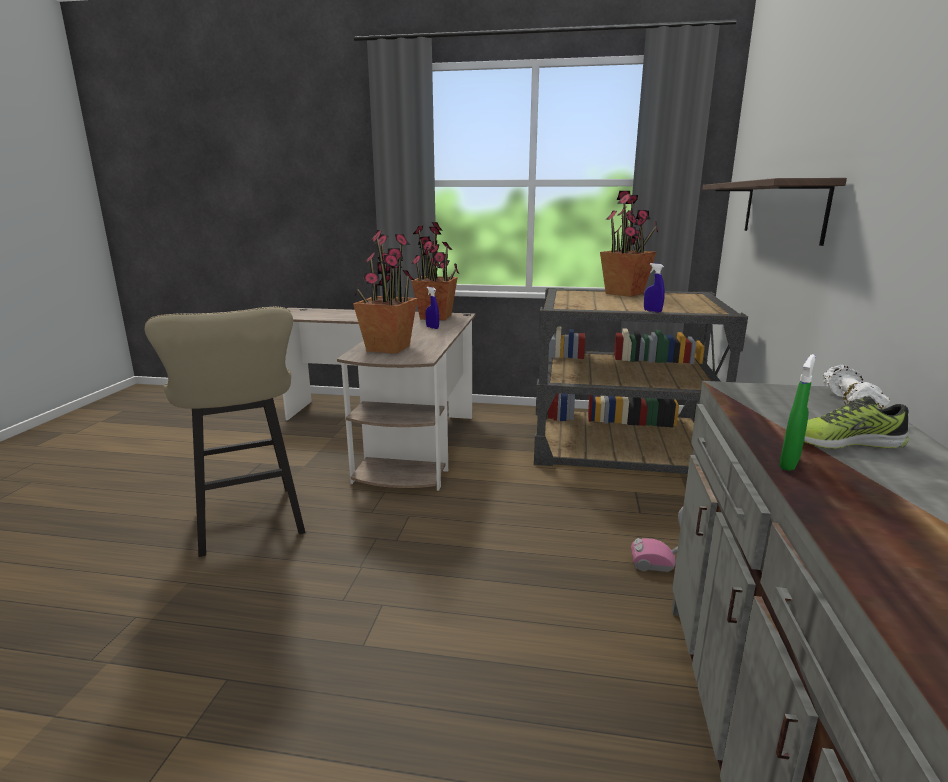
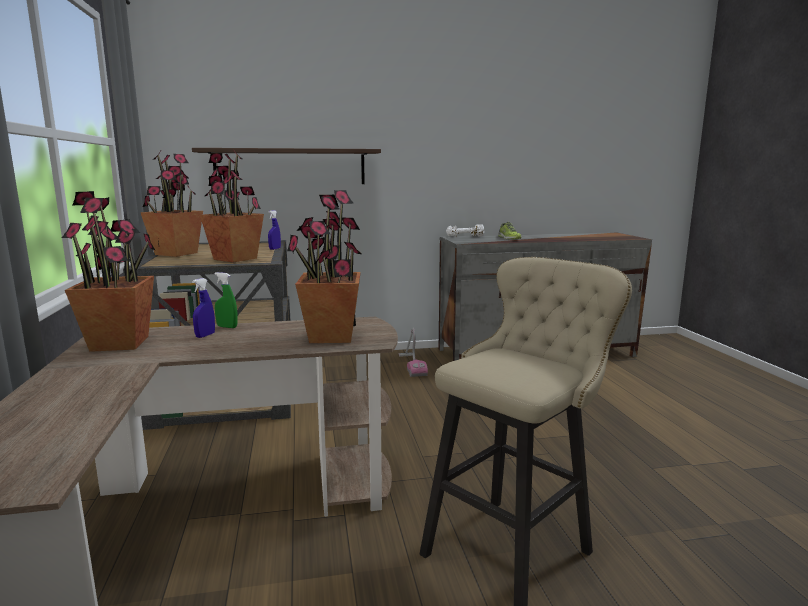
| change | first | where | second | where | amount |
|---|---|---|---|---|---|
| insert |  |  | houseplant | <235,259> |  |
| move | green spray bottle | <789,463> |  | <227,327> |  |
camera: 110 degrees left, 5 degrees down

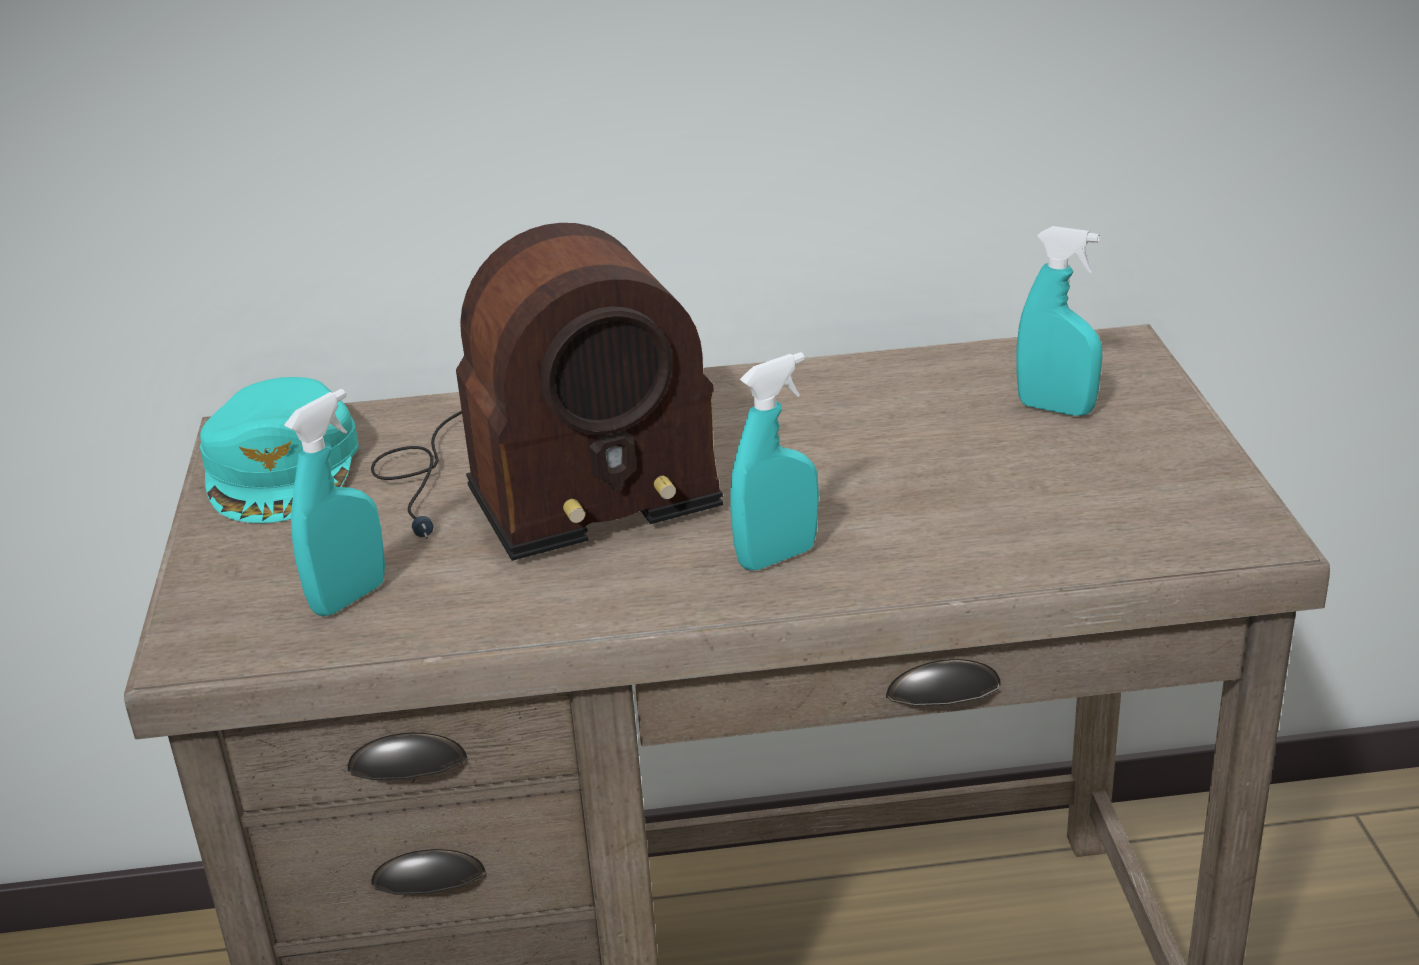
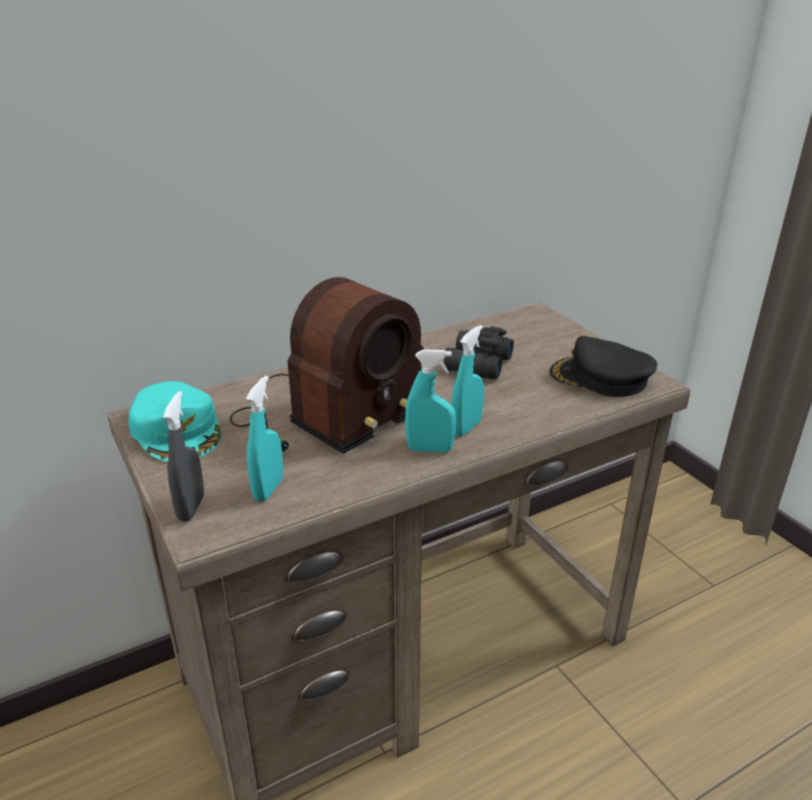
| change | first | where | second | where | amount |
|---|---|---|---|---|---|
| insert |  |  | gray spray bottle | <191,508> |  |
| insert |  |  | blackish pair of binoculars | <475,364> |  |
| insert |  |  | blackish cap | <600,378> |  |
| move | turquoise-coloured spray bottle | <1055,408> |  | <430,449> |  |
camera: 25 degrees left, 0 degrees up

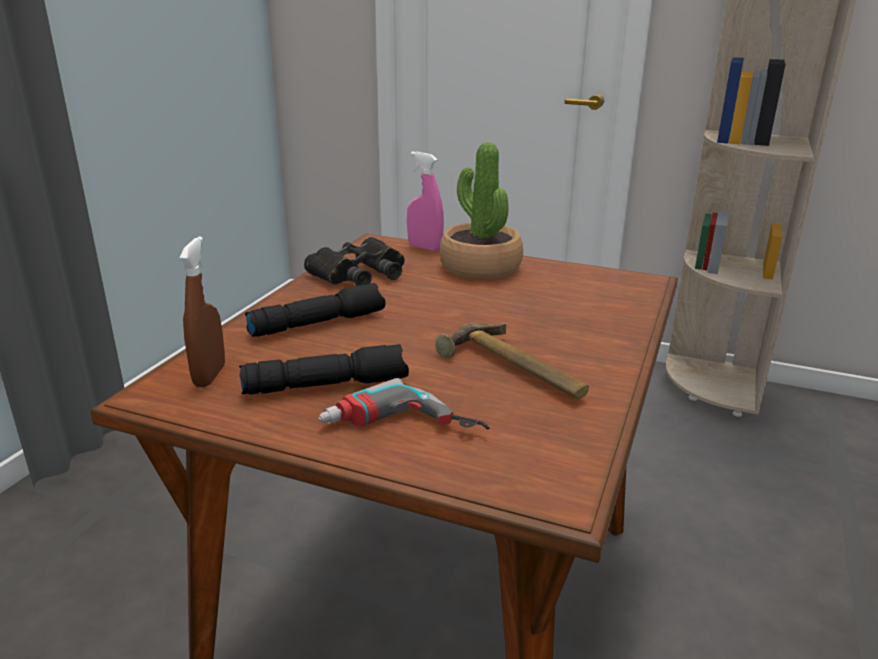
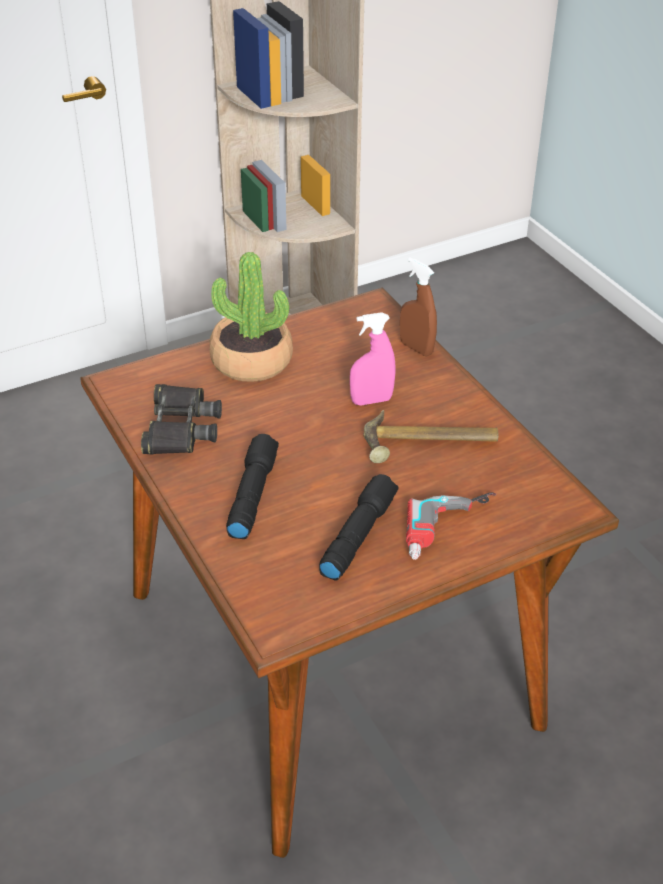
| change | first | where | second | where | amount |
|---|---|---|---|---|---|
| move | brown-coloured spray bottle | <209,375> |  | <416,348> |  |
| move | pink-coloured spray bottle | <424,247> |  | <371,401> |  |
camera: 50 degrees left, 15 degrees up

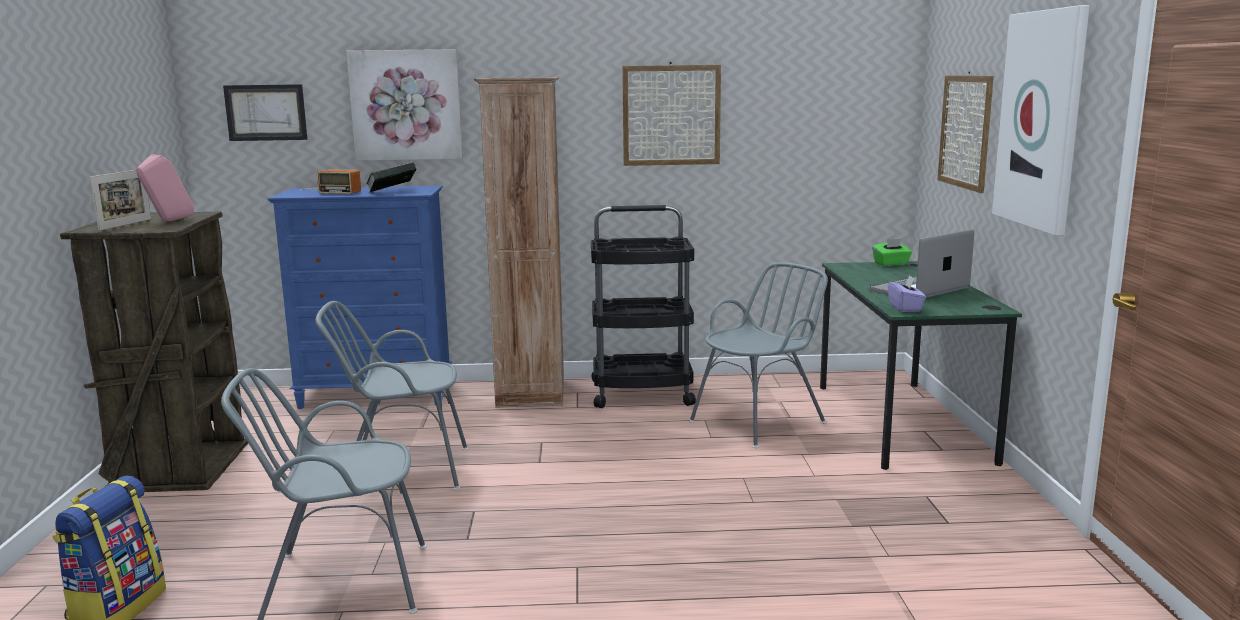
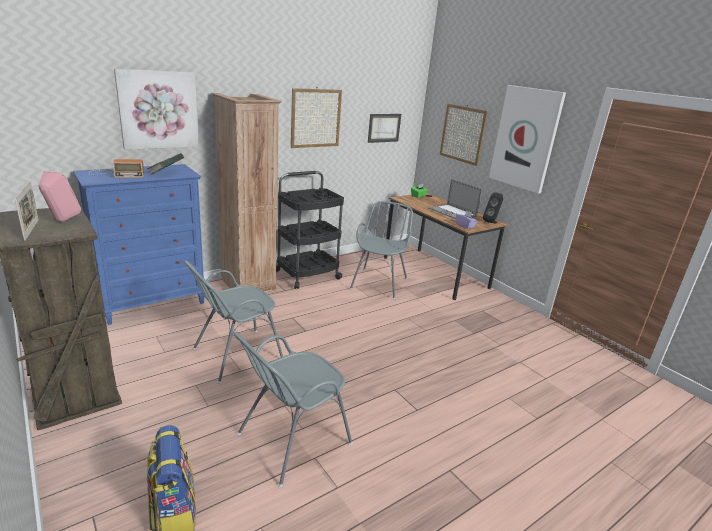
| change | first | where | second | where | amount |
|---|---|---|---|---|---|
| insert |  |  | blackish loudspeaker | <491,221> |  |
| move | wall art | <266,112> |  | <384,128> |  |
| recolor | green desk | <901,422> | brown-coloured desk | <434,272> |  |
| rotate | portable computer | <919,289> |  | <452,212> | 60 degrees counterclockwise |
camera: 35 degrees left, 10 degrees up

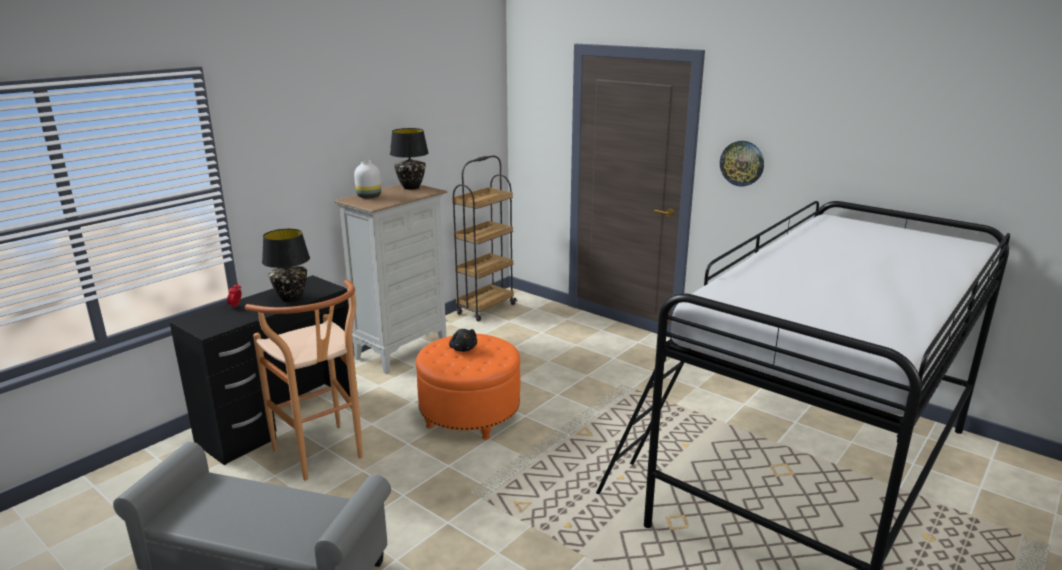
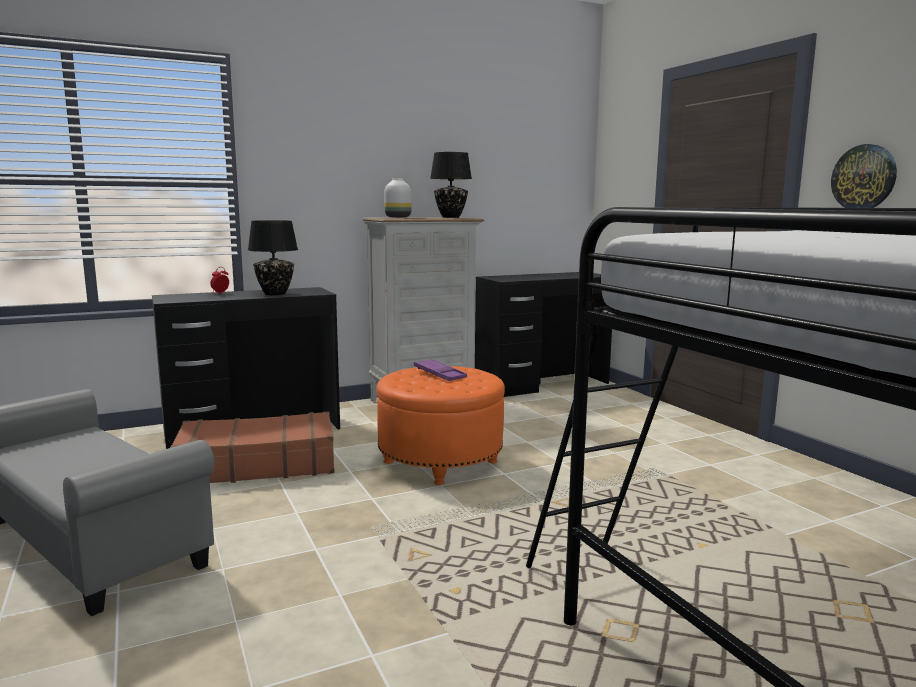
| change | first | where | second | where | amount |
|---|---|---|---|---|---|
| replace | brown-coloured stool | <323,457> | brown-coloured piece of luggage | <257,465> |  |
| replace | blackish cuddly toy | <463,349> | purple tray | <439,374> |  |
| replace | brown-coloured cart | <485,309> | blackish desk | <542,384> |  |
camera: 25 degrees right, 10 degrees down

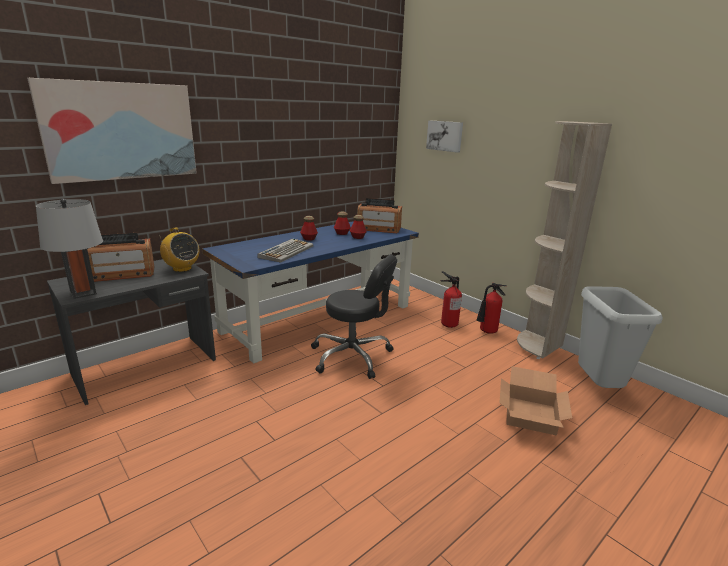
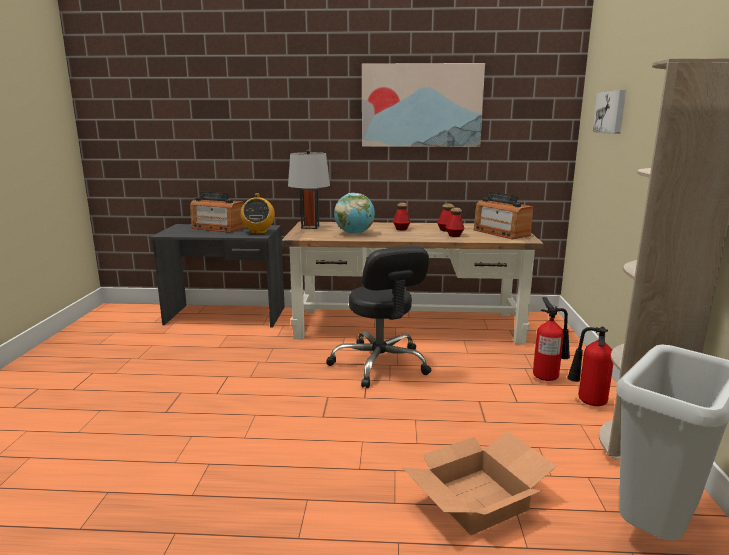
| change | first | where | second | where | amount |
|---|---|---|---|---|---|
| move | wall art | <121,131> |  | <421,105> |  |
| move | gray tabletop lamp | <83,293> |  | <310,227> |  |
| replace | keyboard | <286,251> | globe | <354,233> |  |
| recolor | blue desk | <320,318> | brown-coloured desk | <408,325> |  |
camera: 45 degrees right, 5 degrees down

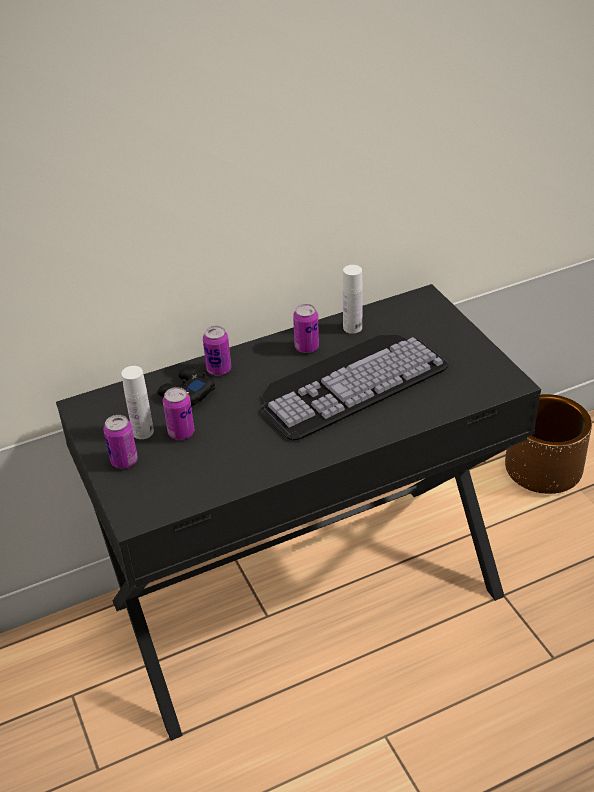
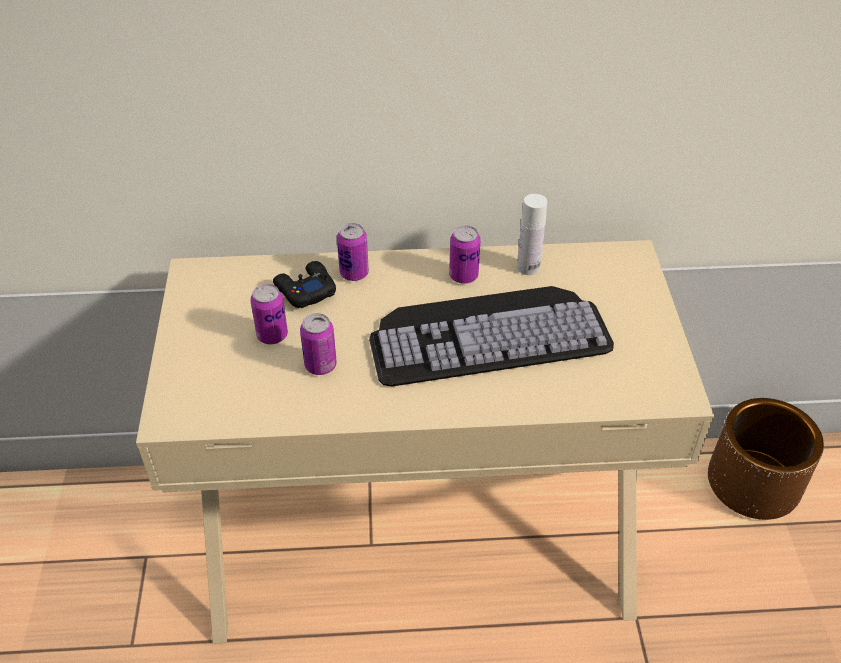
| change | first | where | second | where | amount |
|---|---|---|---|---|---|
| delete | white-coloured beverage bottle | <143,432> |  |  |  |
| move | sealed can | <124,461> |  | <320,365> |  |
| recolor | blackish desk | <306,596> | sand-coloured desk | <420,538> |  |
camera: 20 degrees right, 5 degrees up

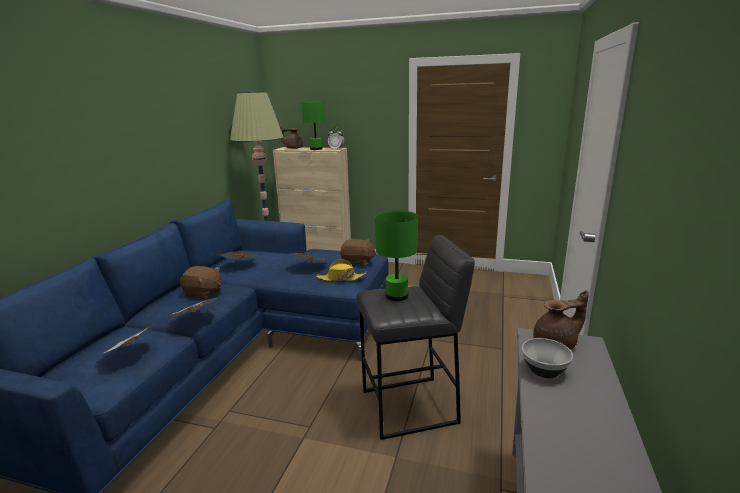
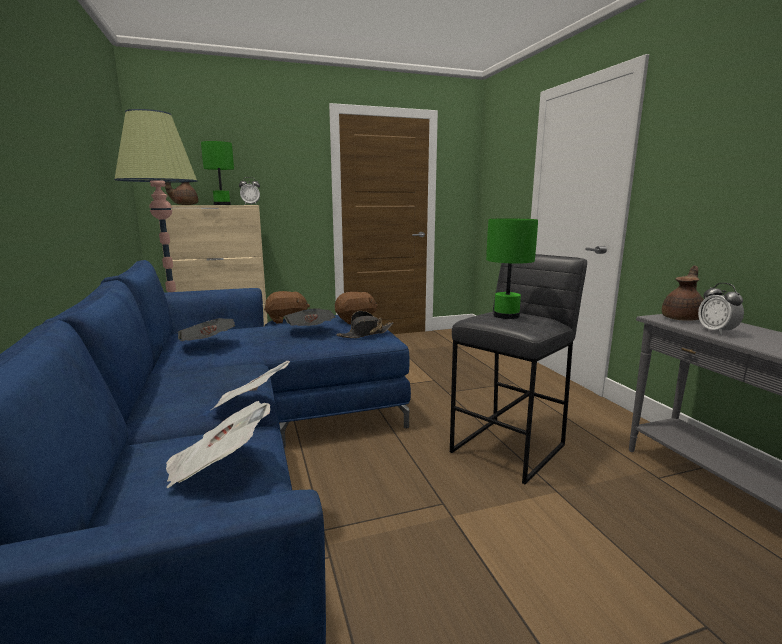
| change | first | where | second | where | amount |
|---|---|---|---|---|---|
| move | brown-coloured cuddly toy | <203,294> |  | <287,320> |  |
| replace | serving bowl | <544,371> | bedside clock | <716,331> |  |
| recolor | yellow wearable hat | <341,278> | blackish wearable hat | <365,334> |  |
camera: 35 degrees left, 5 degrees down

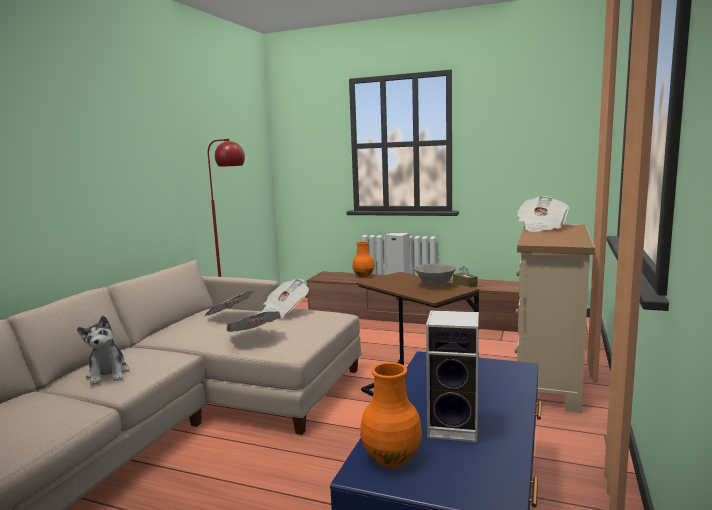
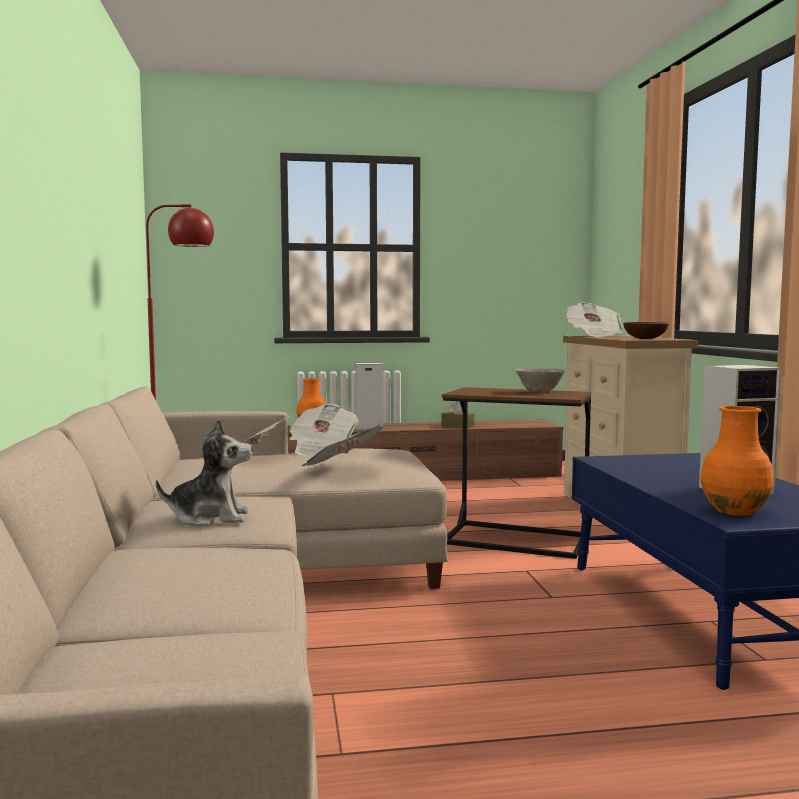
| change | first | where | second | where | amount |
|---|---|---|---|---|---|
| insert |  |  | brown-coloured serving bowl | <644,338> |  |
| rotate | cuddly toy | <108,374> |  | <210,518> | 45 degrees counterclockwise |
camera: 30 degrees left, 5 degrees down

